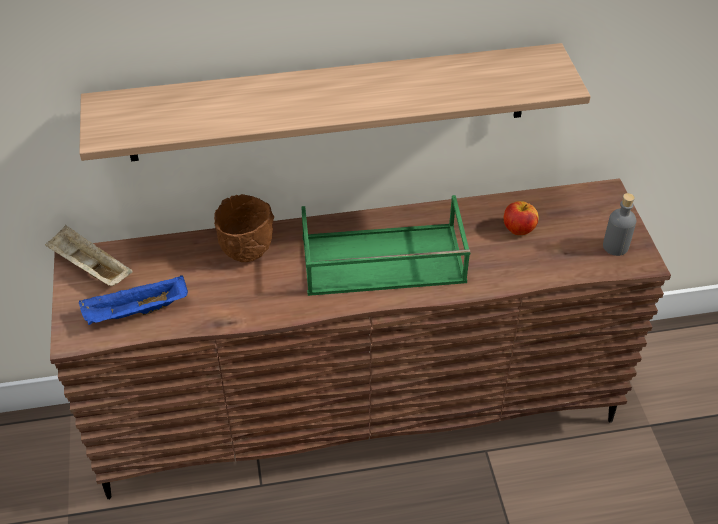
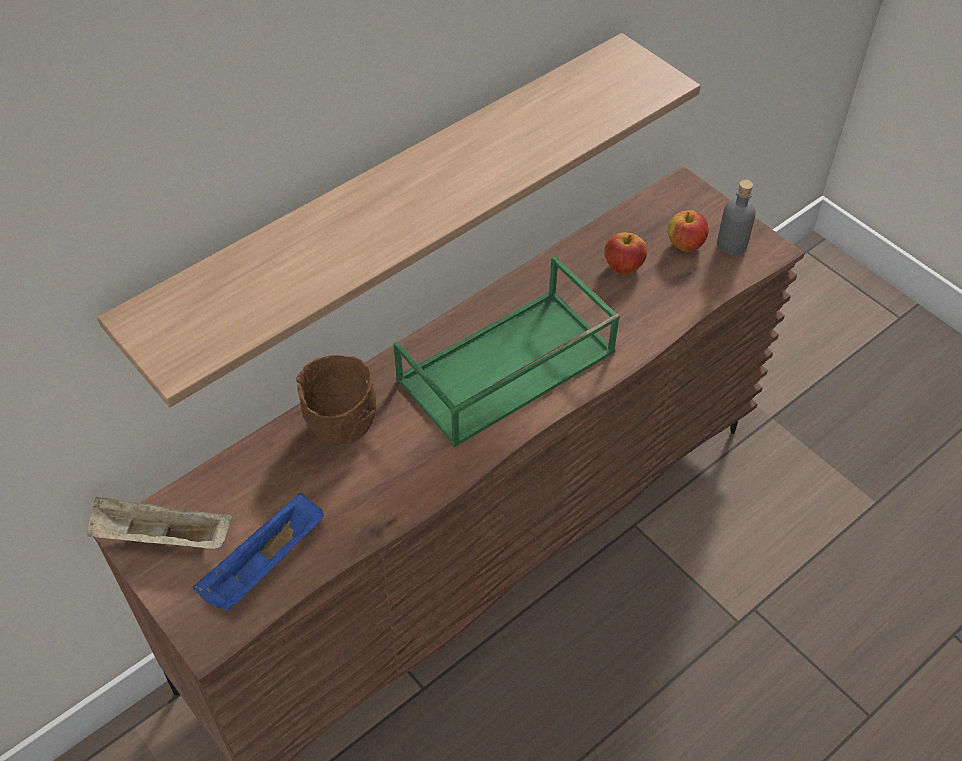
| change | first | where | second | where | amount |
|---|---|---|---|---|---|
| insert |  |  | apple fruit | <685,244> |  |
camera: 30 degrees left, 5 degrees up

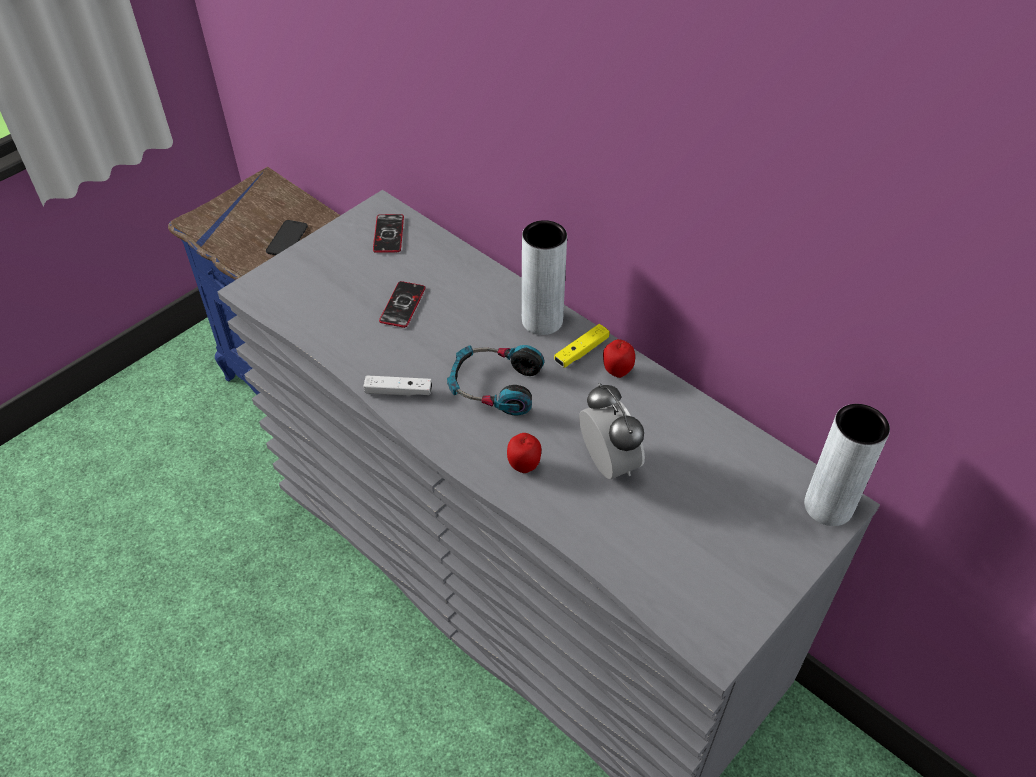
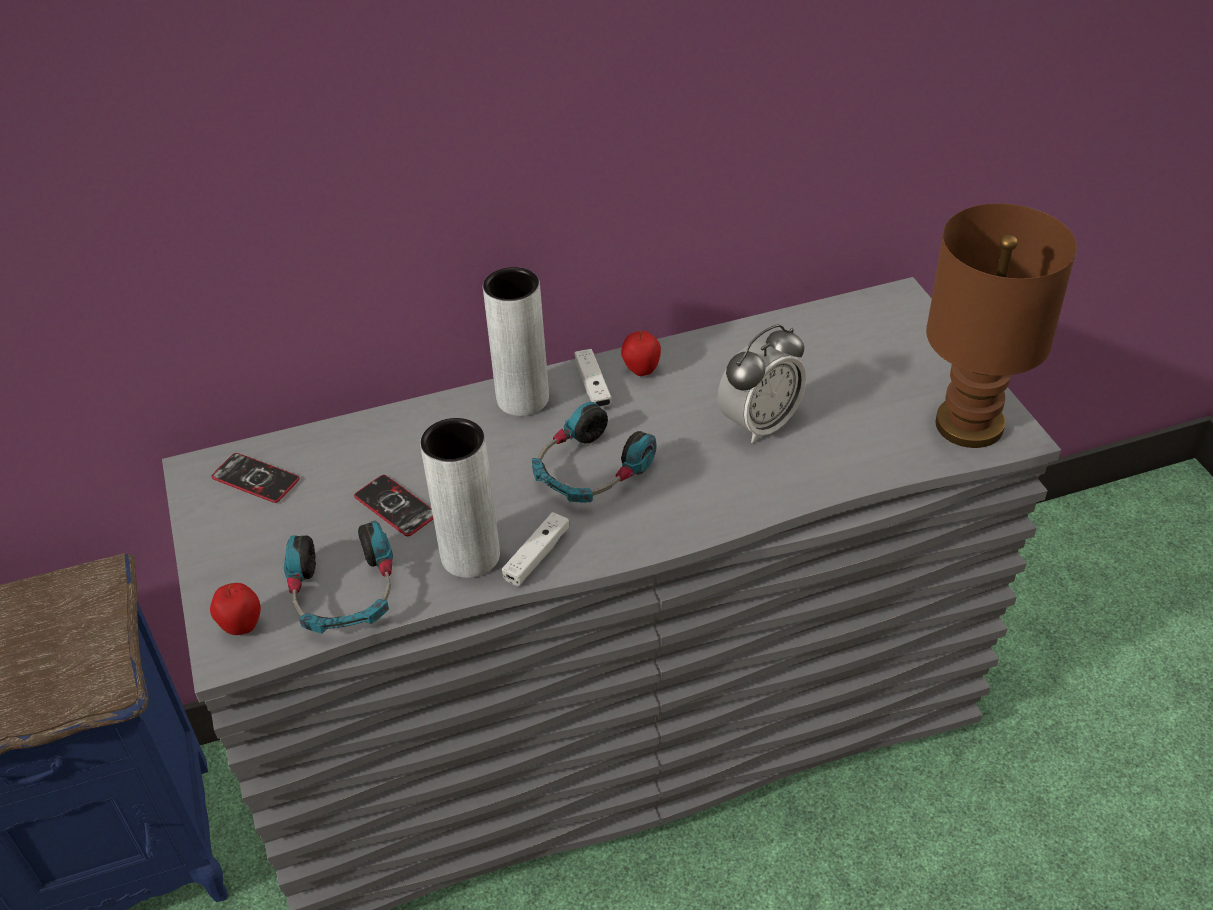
| change | first | where | second | where | amount |
|---|---|---|---|---|---|
| delete | handset | <287,239> |  |  |  |
| insert |  |  | pair of headphones | <344,592> |  |
| insert |  |  | brown-coloured tabletop lamp | <967,425> |  |
| move | apple fruit | <524,466> |  | <242,627> |  |
| move | gray decorative vase | <828,506> |  | <470,556> |  |
| recolor | yellow joypad | <581,351> | white-coloured joypad | <593,386> |  |
| rotate | bedside clock | <608,463> |  | <759,424> | 135 degrees clockwise |
camera: 60 degrees left, 5 degrees down

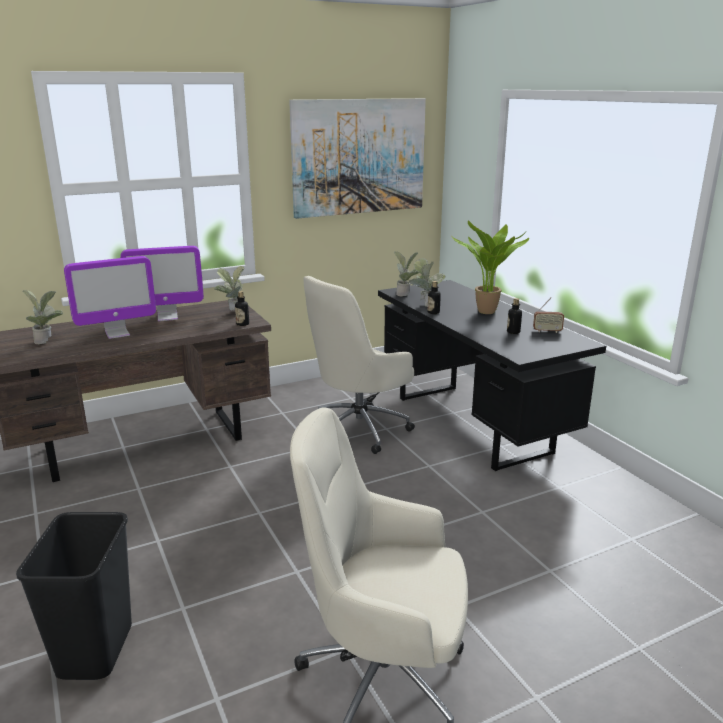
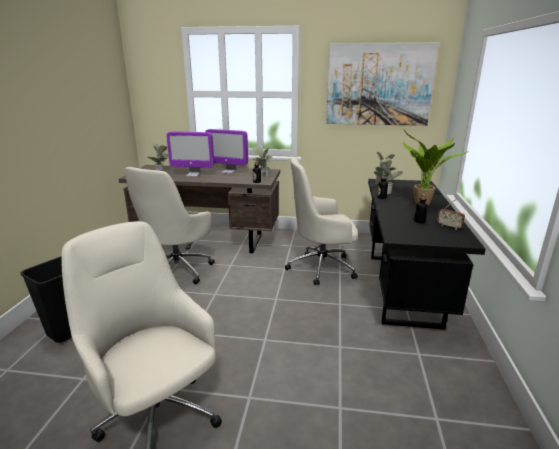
| change | first | where | second | where | amount |
|---|---|---|---|---|---|
| insert |  |  | sand-coloured computer chair | <177,272> |  |
camera: 35 degrees right, 0 degrees up

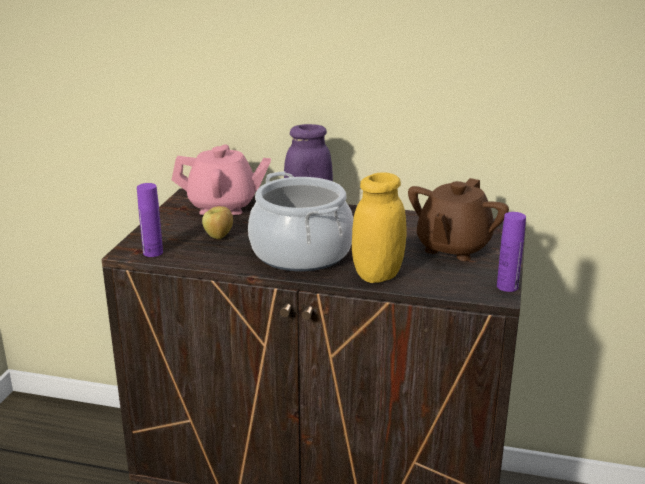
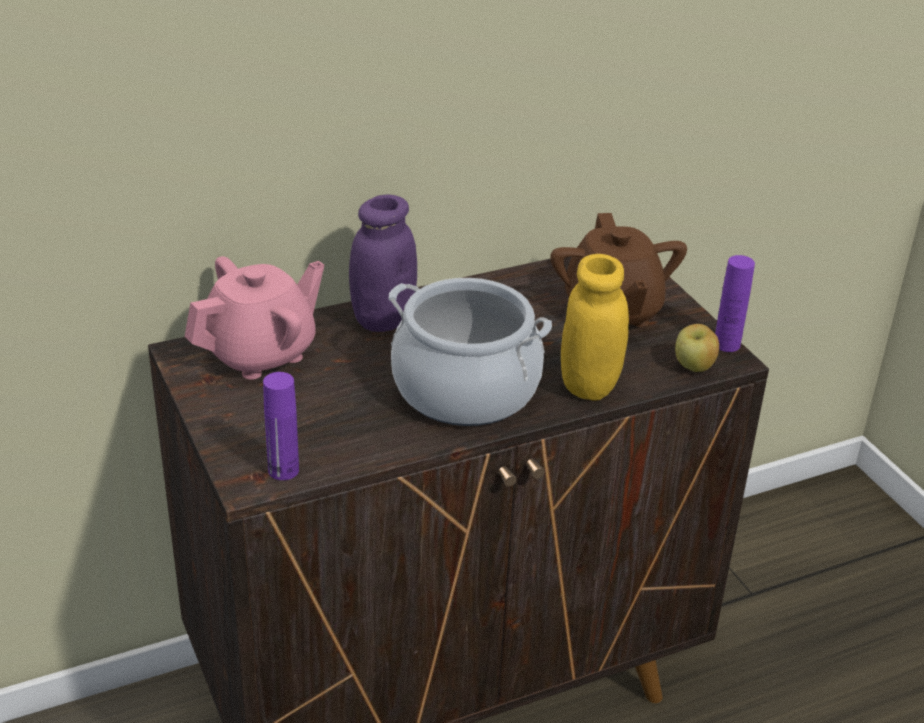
| change | first | where | second | where | amount |
|---|---|---|---|---|---|
| move | apple fruit | <218,237> |  | <694,367> |  |
camera: 40 degrees left, 10 degrees up

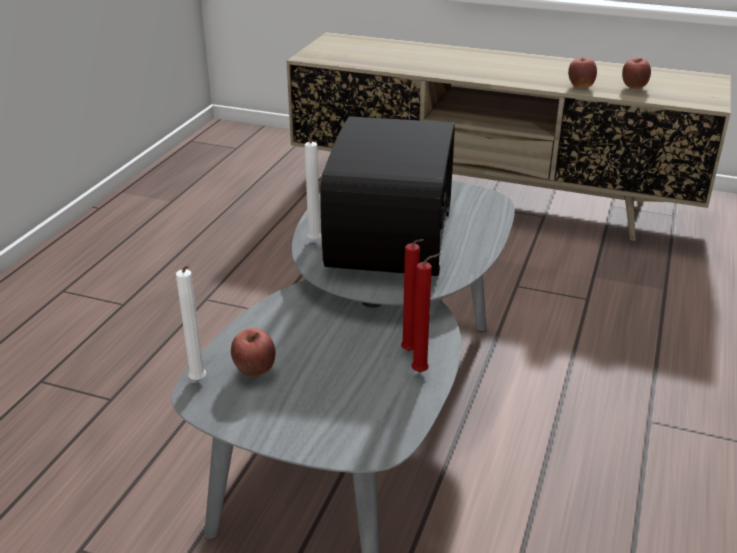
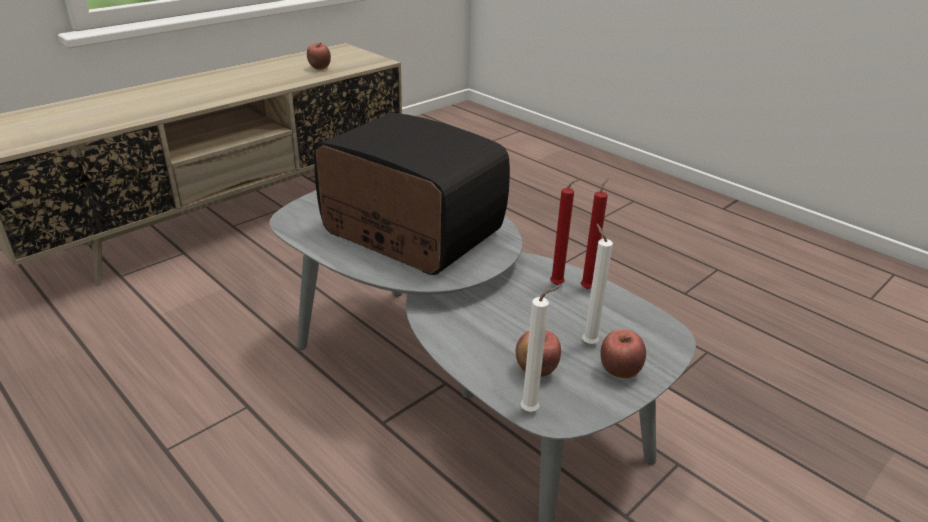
| change | first | where | second | where | amount |
|---|---|---|---|---|---|
| move | white-coloured candle | <316,240> |  | <587,342> |  |
| move | apple fruit | <580,87> |  | <619,372> |  |
camera: 65 degrees left, 0 degrees up

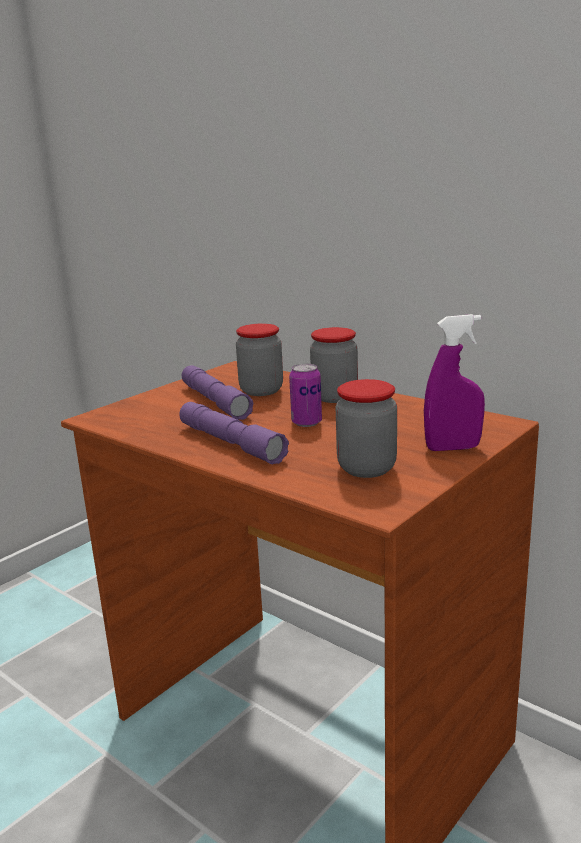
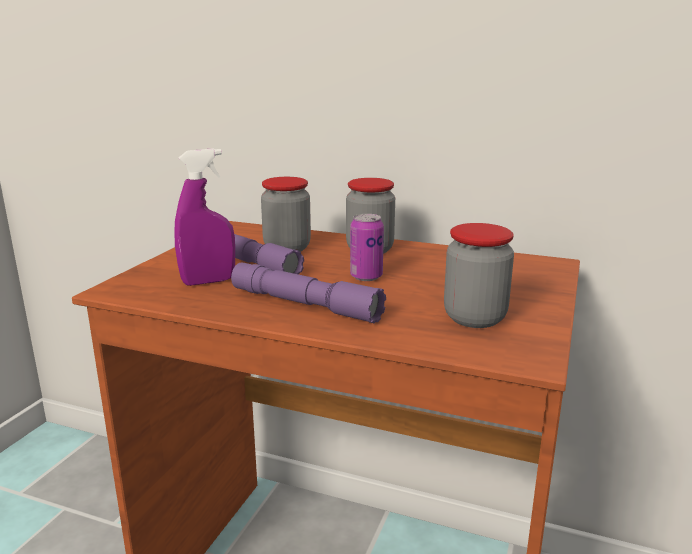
| change | first | where | second | where | amount |
|---|---|---|---|---|---|
| move | purple spray bottle | <452,448> |  | <208,281> |  |
camera: 20 degrees left, 0 degrees up

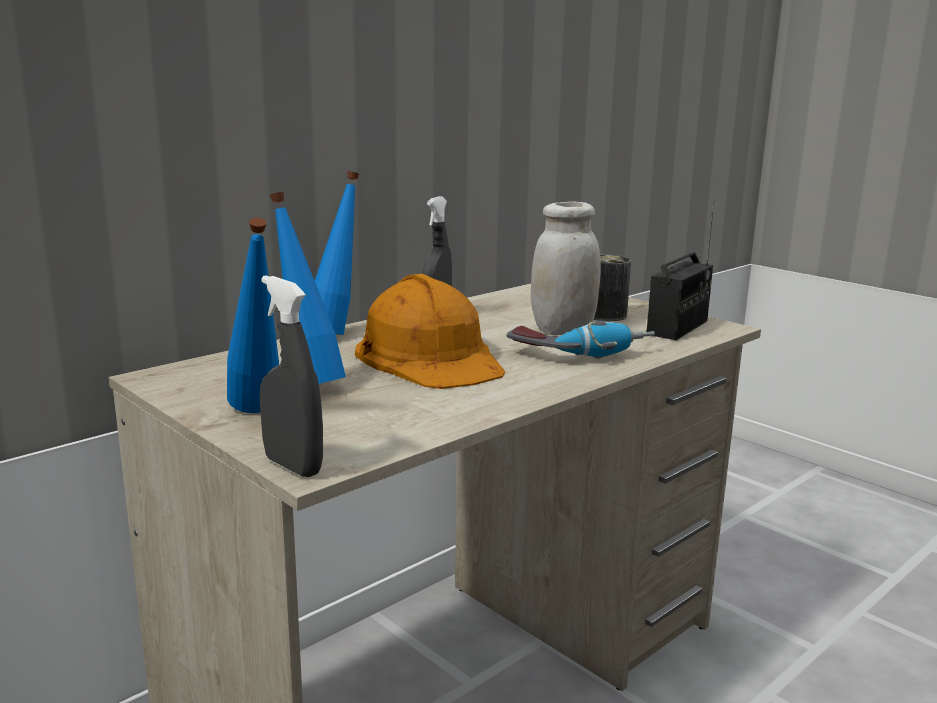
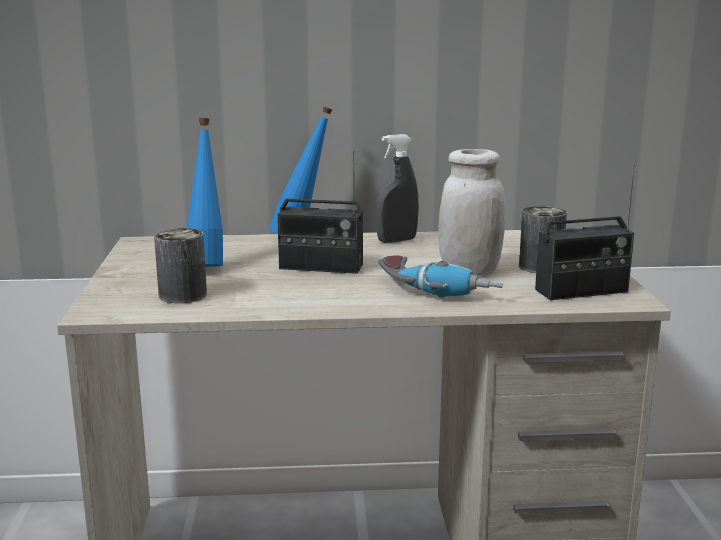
| change | first | where | second | where | amount |
|---|---|---|---|---|---|
| delete | blue beverage bottle | <259,415> |  |  |  |
| delete | gray spray bottle | <293,466> |  |  |  |
| insert |  |  | sealed can | <182,295> |  |
| replace | orange-coloured hard hat | <430,356> | radio receiver | <321,267> |  |
camera: 40 degrees right, 0 degrees up

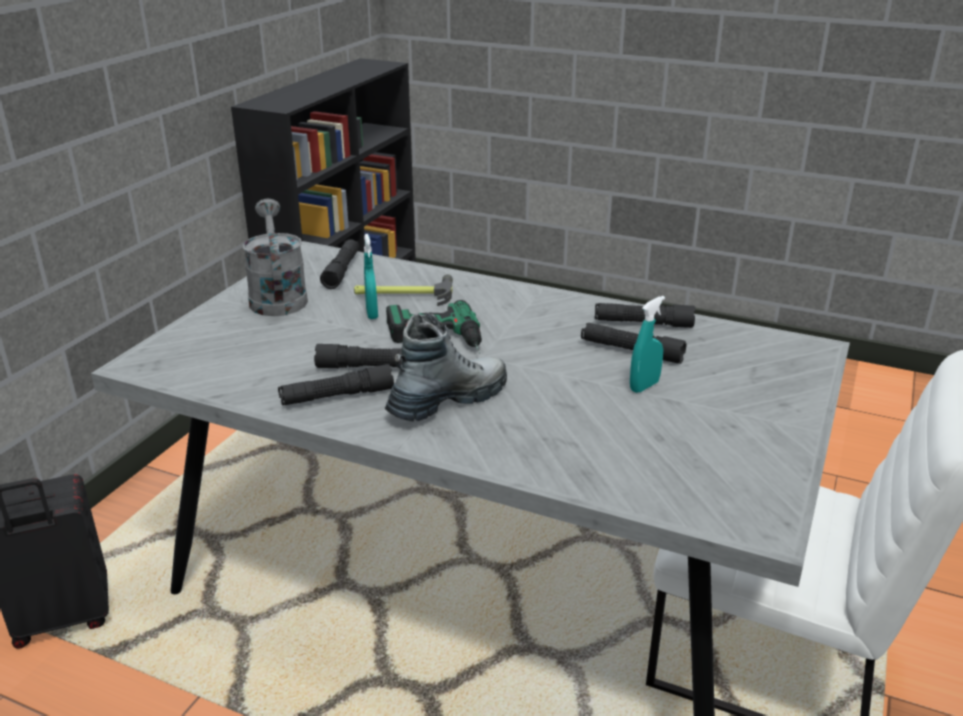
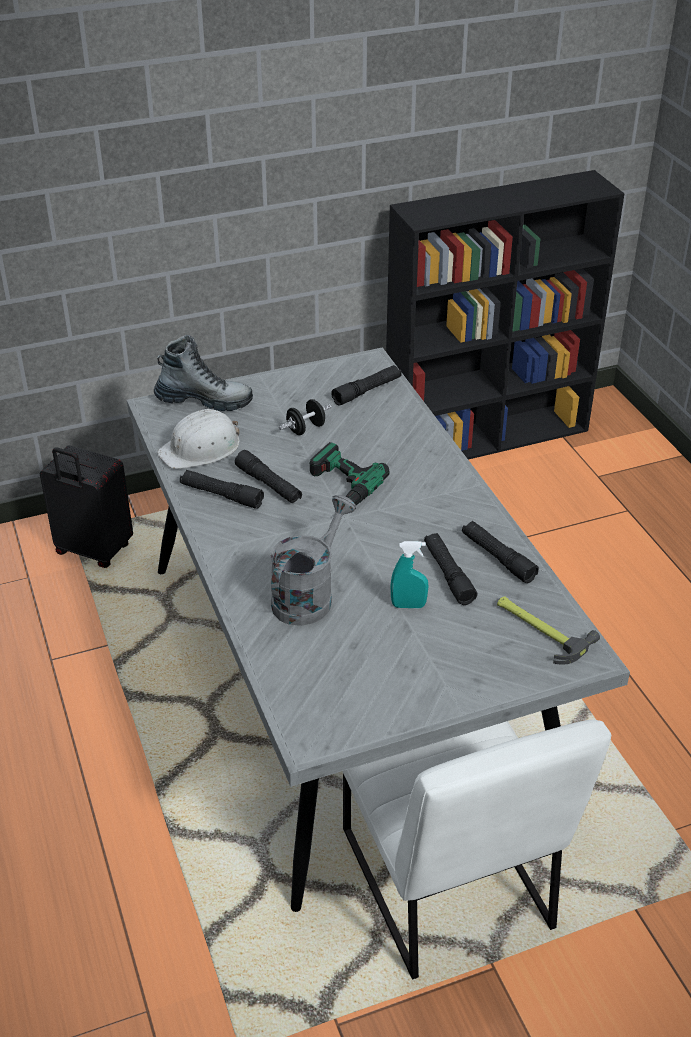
| change | first | where | second | where | amount |
|---|---|---|---|---|---|
| delete | turquoise-coloured spray bottle | <372,313> |  |  |  |
| insert |  |  | white-coloured hard hat | <201,448> |  |
| insert |  |  | blackish free weight | <306,429> |  |
| move | gray watering pot | <277,296> |  | <308,595> |  |
| move | hand hammer | <403,294> |  | <540,629> |  |
| move | high-top boot | <448,400> |  | <204,400> |  |
camera: 45 degrees right, 10 degrees up

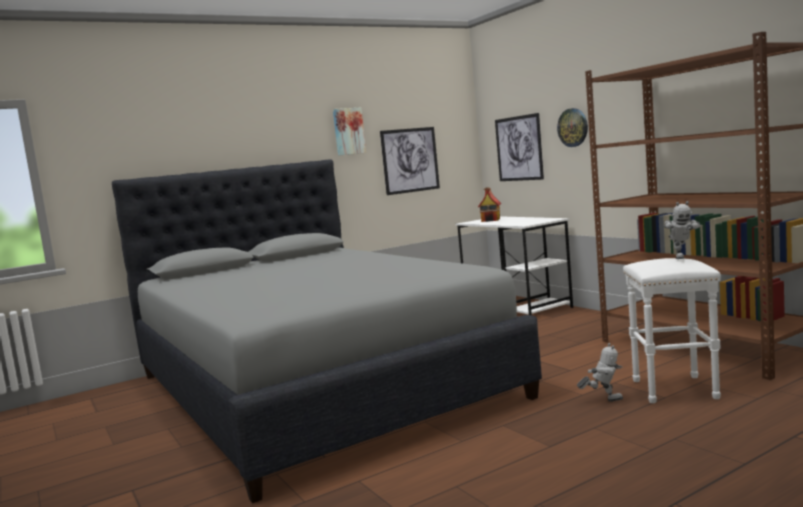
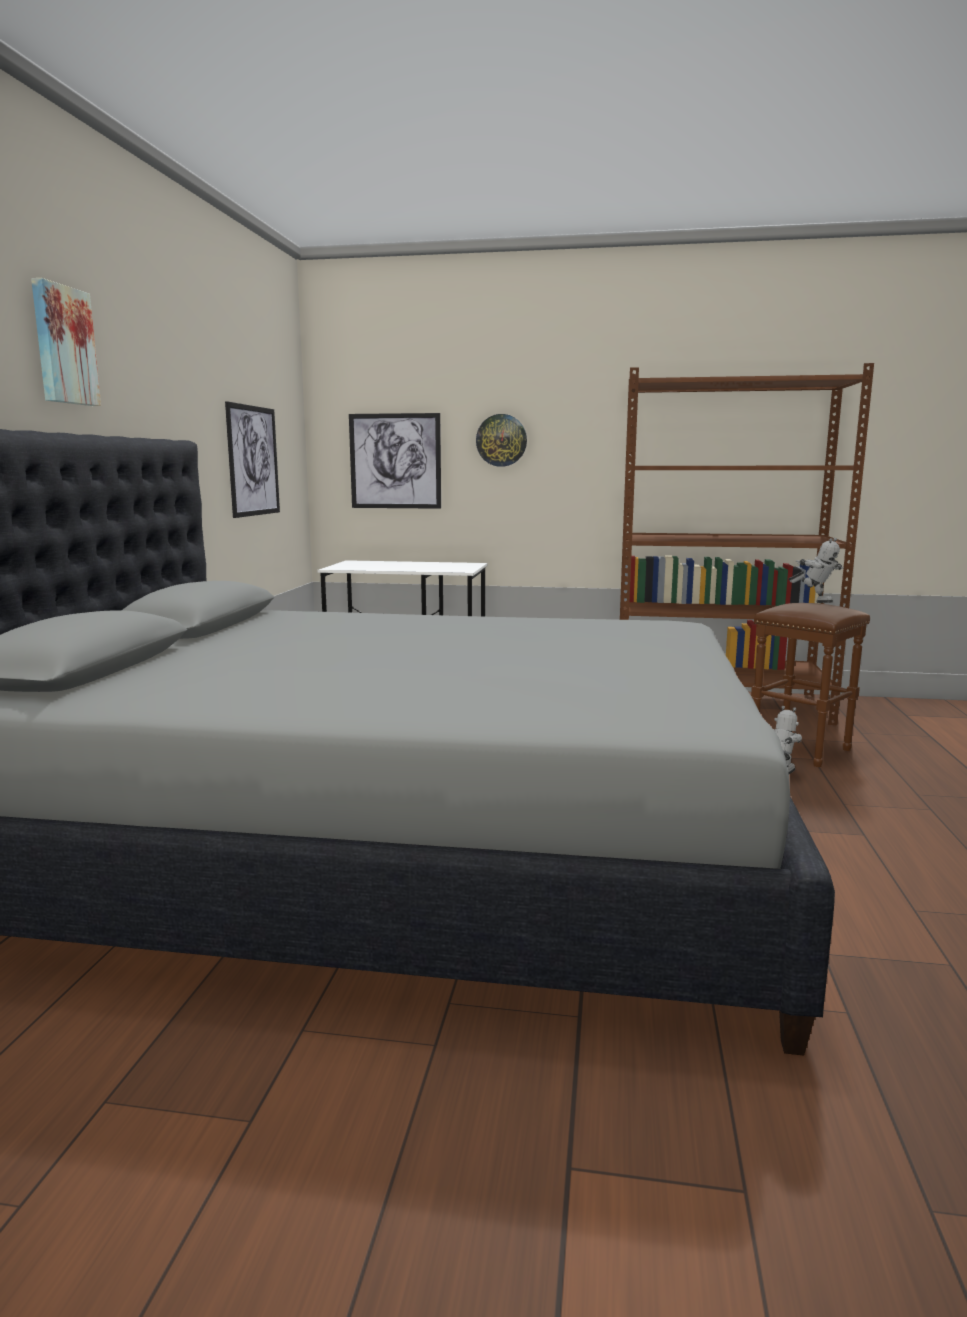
| change | first | where | second | where | amount |
|---|---|---|---|---|---|
| delete | model house | <491,220> |  |  |  |
| move | wall art | <348,131> |  | <63,345> |  |
| recolor | white-coloured stool | <675,388> | brown-coloured stool | <798,748> |  |
camera: 50 degrees left, 5 degrees up

